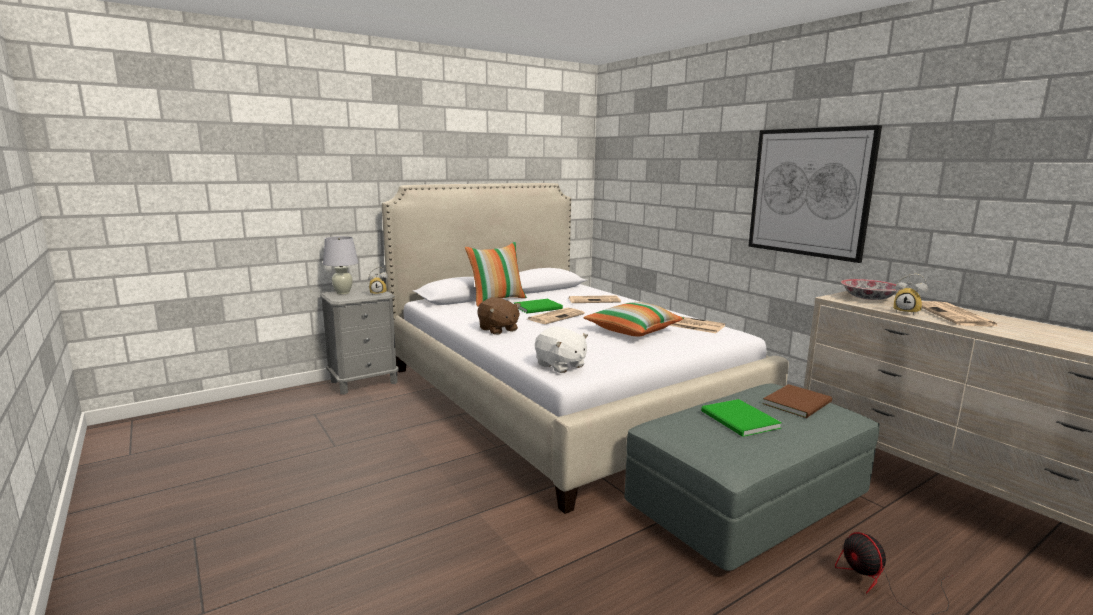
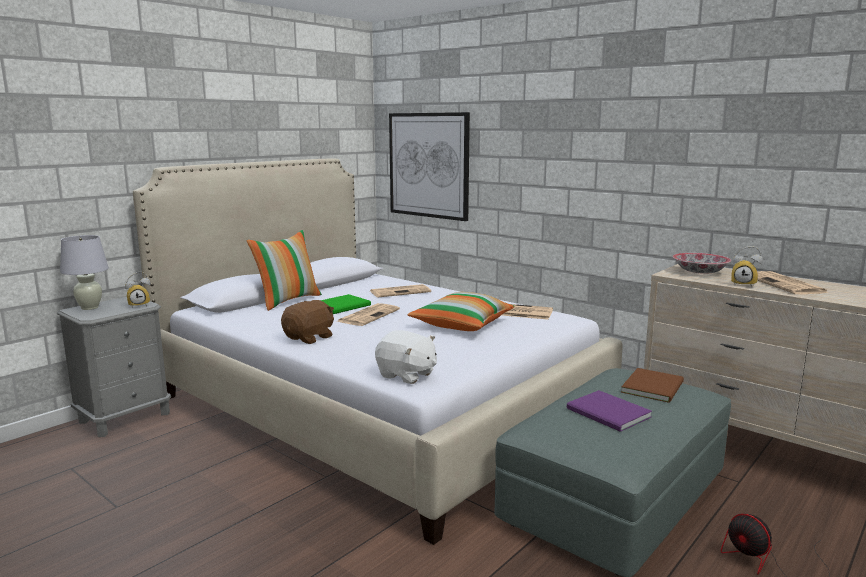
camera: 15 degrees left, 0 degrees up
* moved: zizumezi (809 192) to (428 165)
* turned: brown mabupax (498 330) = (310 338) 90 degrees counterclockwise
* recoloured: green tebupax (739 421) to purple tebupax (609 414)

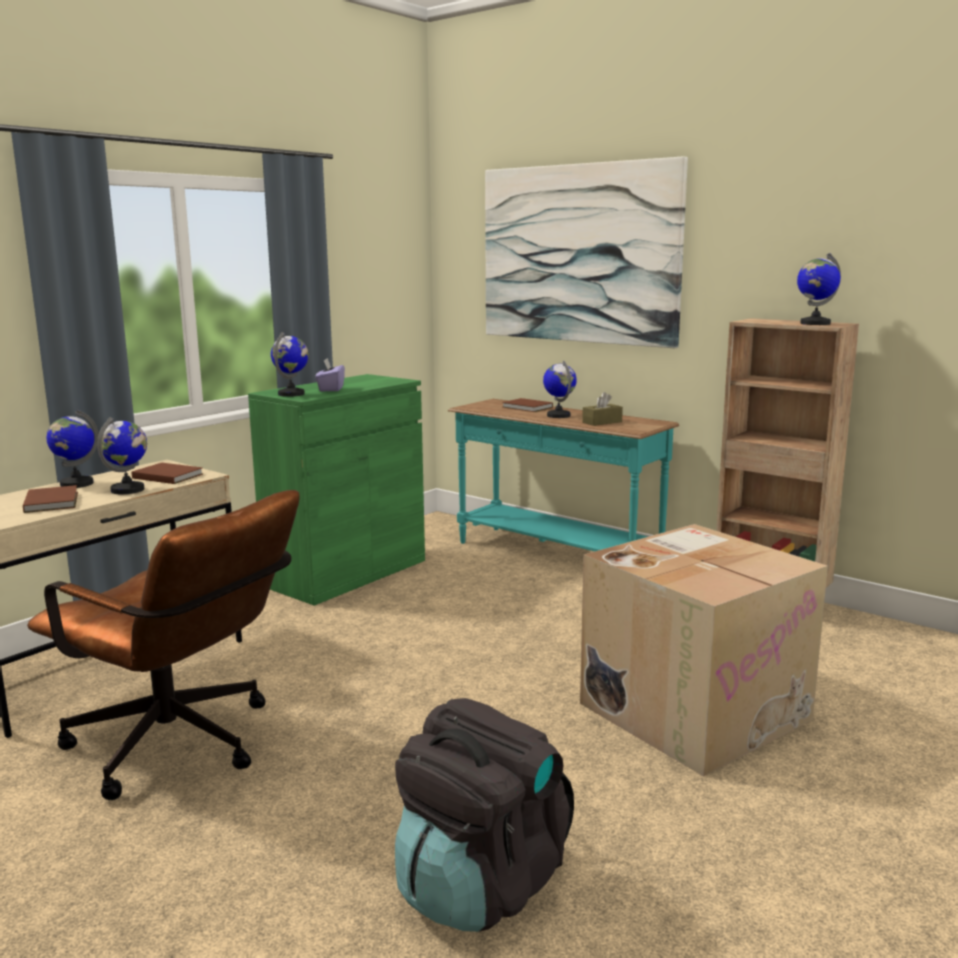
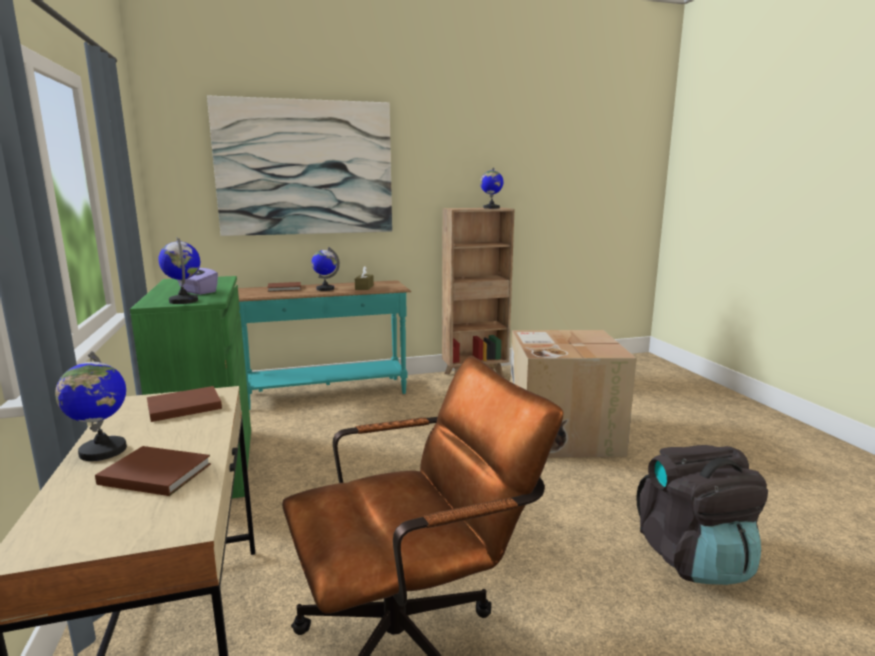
camera: 55 degrees left, 0 degrees up
* removed: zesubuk (128 490)

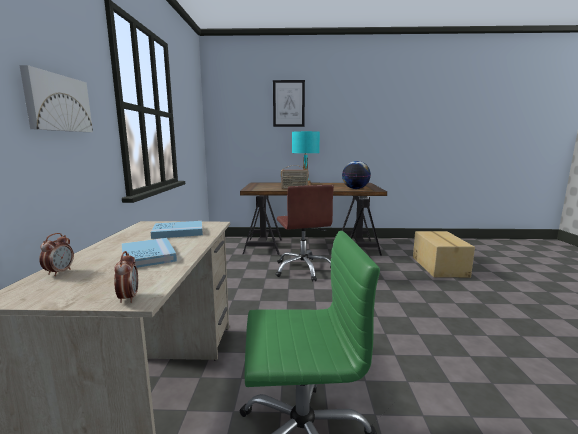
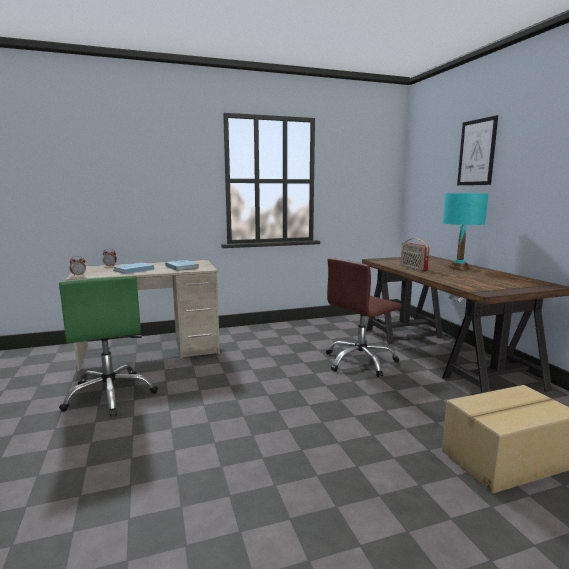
camera: 70 degrees right, 0 degrees up
* removed: zizumezi (57 103)
* removed: zesubuk (355 189)

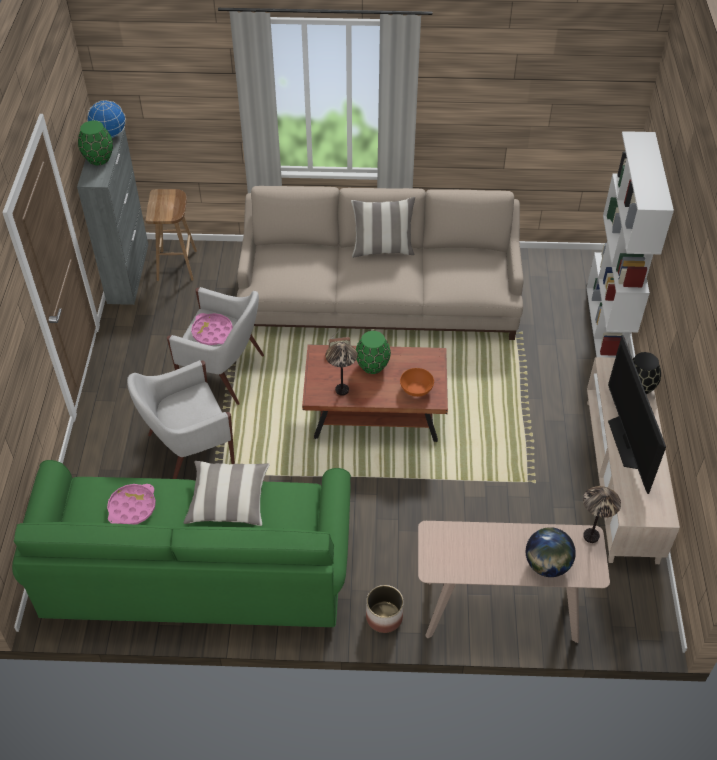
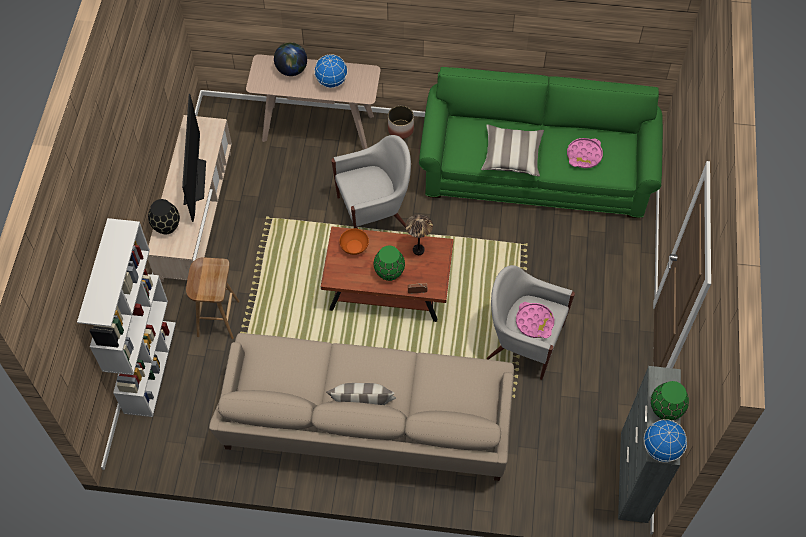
camera: 175 degrees left, 10 degrees up
* moved: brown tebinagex (177 266) to (217 318)
* moved: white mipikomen (188 450) to (374 213)
* removed: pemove (591 536)
* added: zesubuk (331 82)

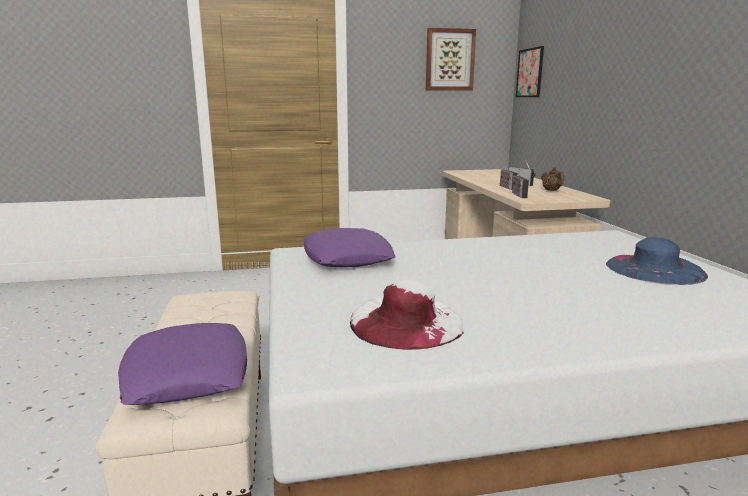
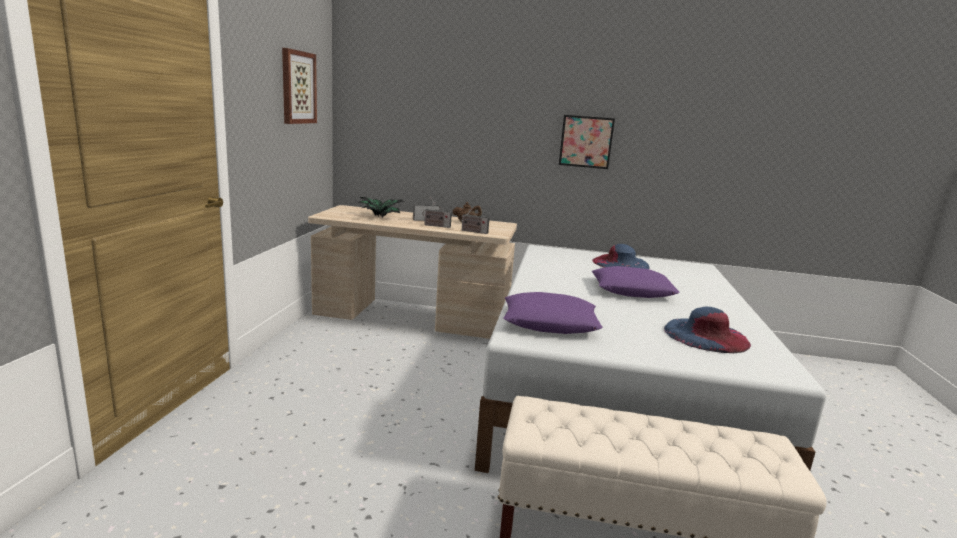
camera: 70 degrees left, 0 degrees up
* moved: zizumezi (530 73) to (586 142)
* recoloured: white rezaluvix (406 321) to blue rezaluvix (706 335)
* moved: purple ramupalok (188 374) to (632 290)
* added: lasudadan (381 217)

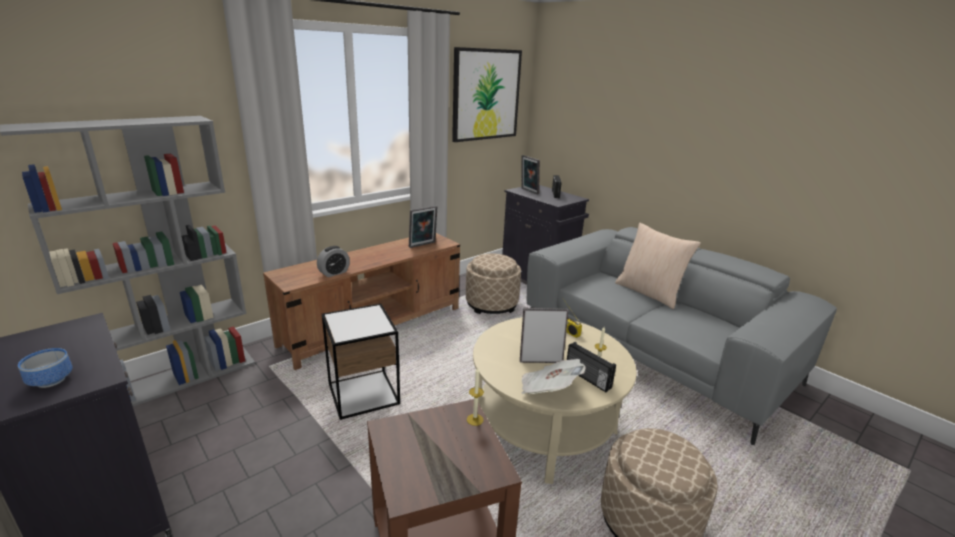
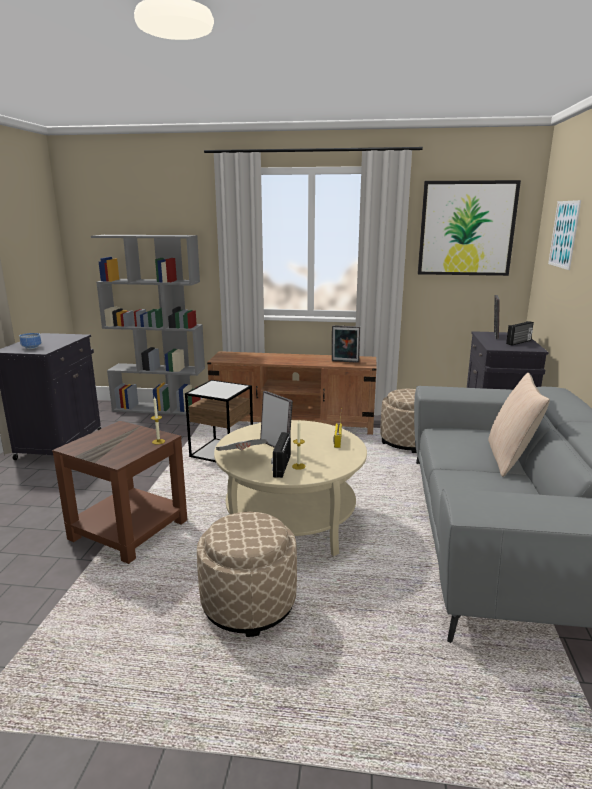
camera: 50 degrees right, 5 degrees down
* removed: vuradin (334 273)
* added: zizumezi (564 234)

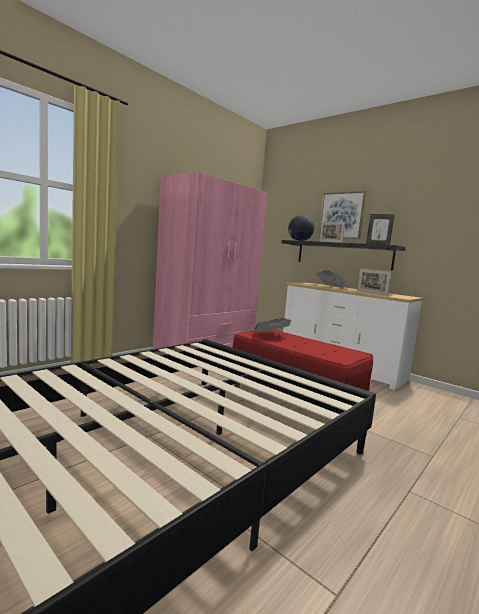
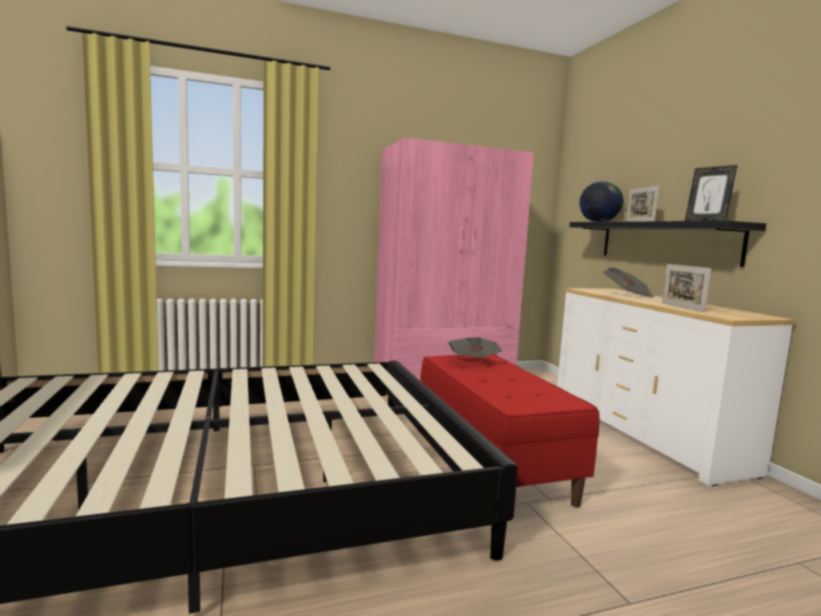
camera: 30 degrees right, 0 degrees up
* removed: zizumezi (341 215)

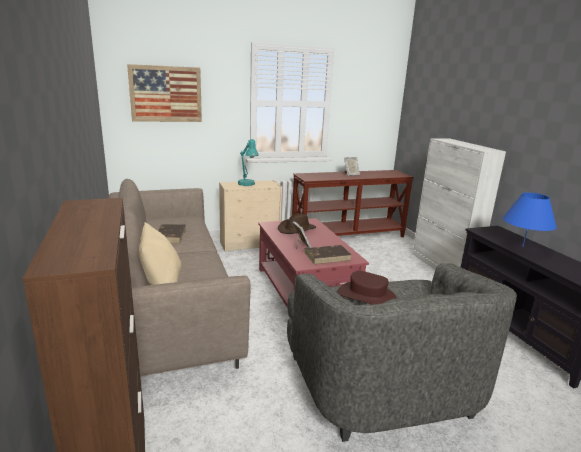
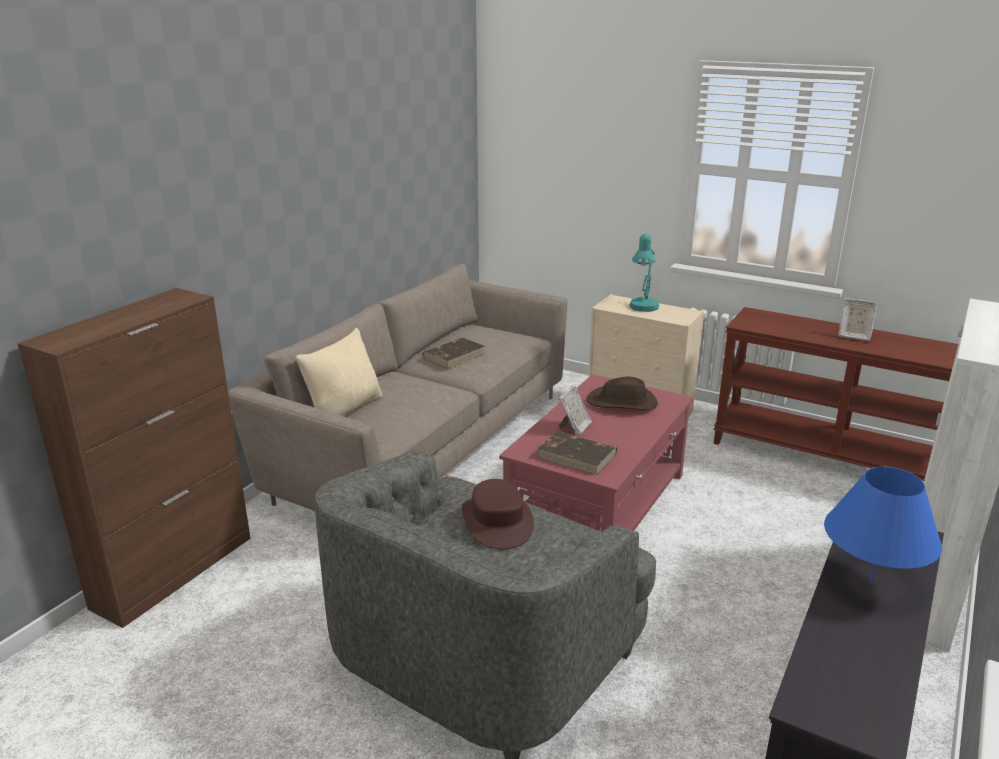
camera: 50 degrees right, 5 degrees up
* removed: zizumezi (166 94)

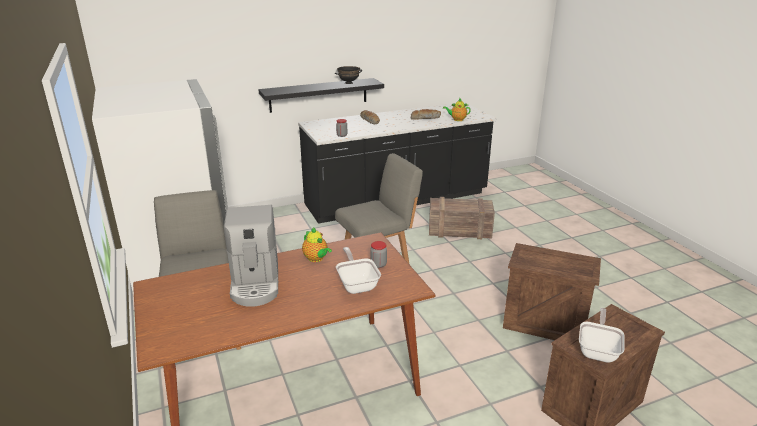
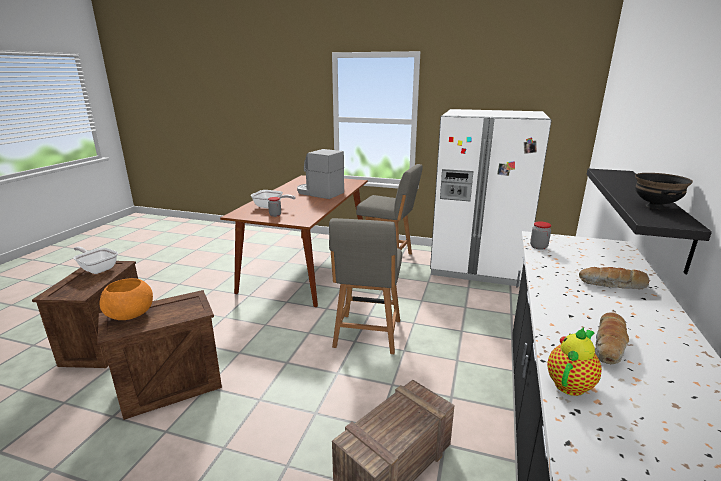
camera: 130 degrees right, 5 degrees down
* removed: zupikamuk (316 259)
* turned: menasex (598 350) = (97 268) 150 degrees clockwise
* added: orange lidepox (129 315)

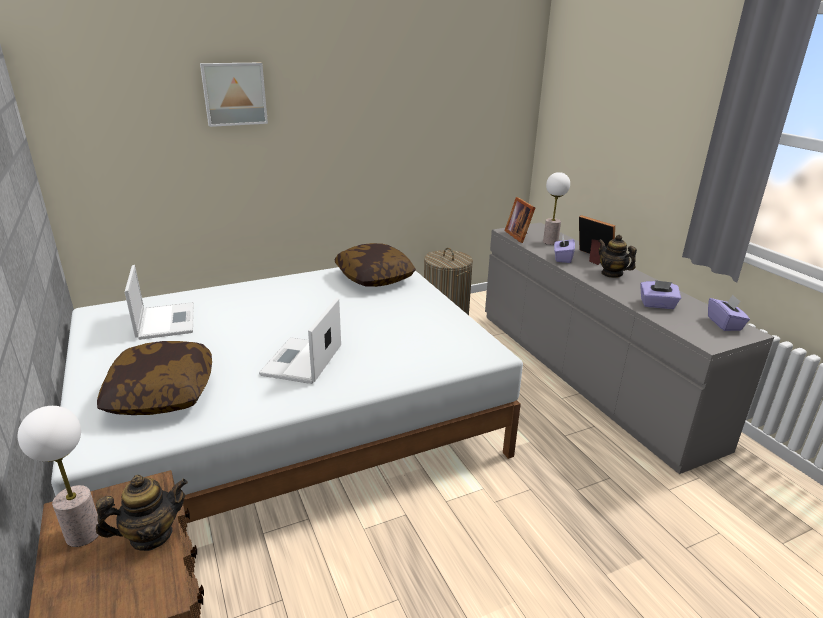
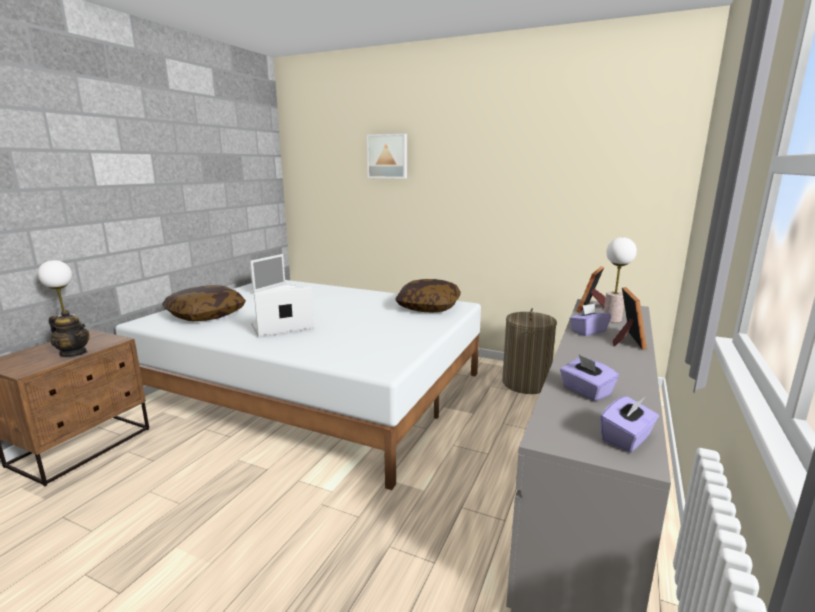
camera: 50 degrees right, 10 degrees down
* removed: zupikamuk (612 274)

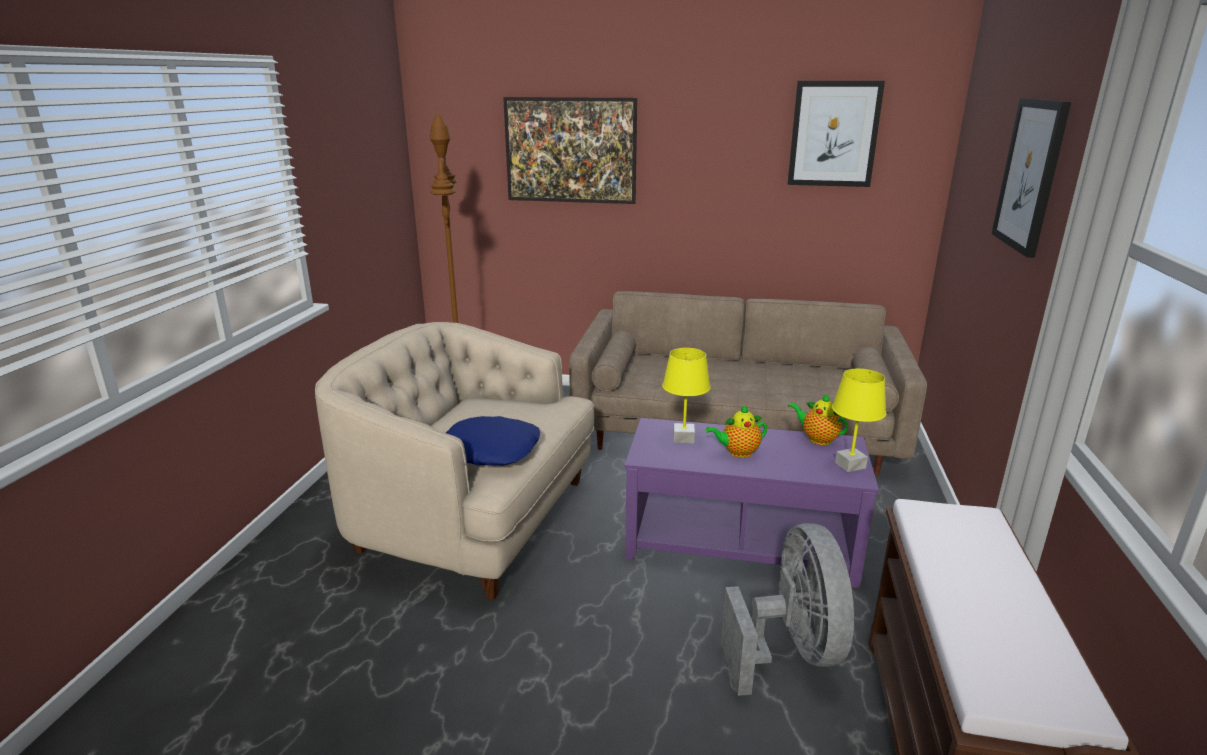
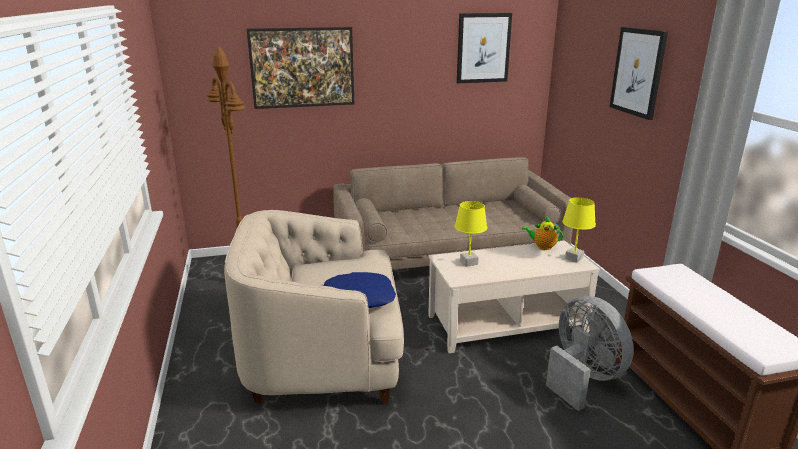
camera: 25 degrees left, 0 degrees up
* removed: zupikamuk (737 452)
* recoloured: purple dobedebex (740 542) to beige dobedebex (506 324)

